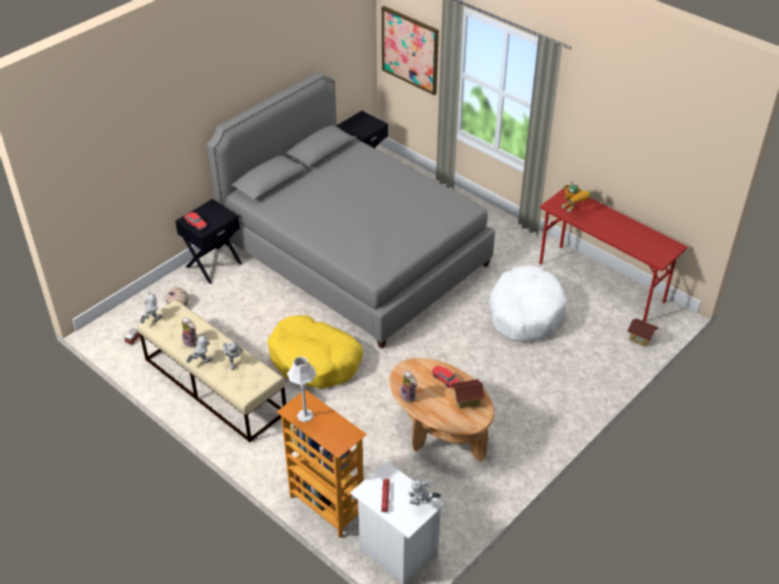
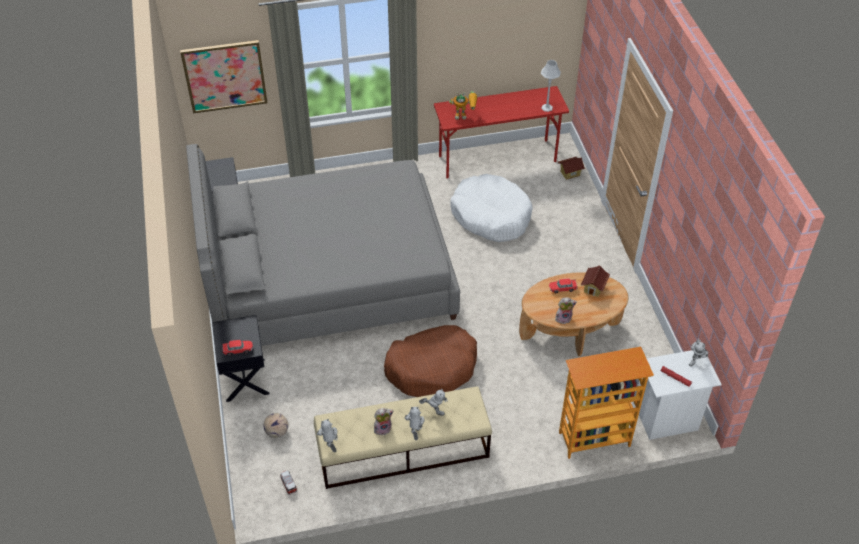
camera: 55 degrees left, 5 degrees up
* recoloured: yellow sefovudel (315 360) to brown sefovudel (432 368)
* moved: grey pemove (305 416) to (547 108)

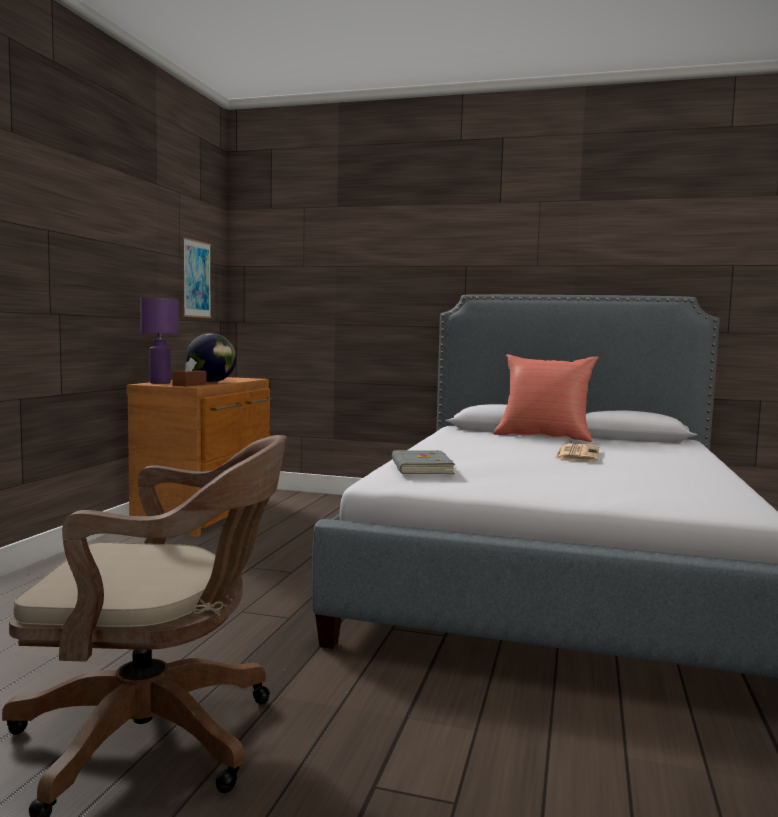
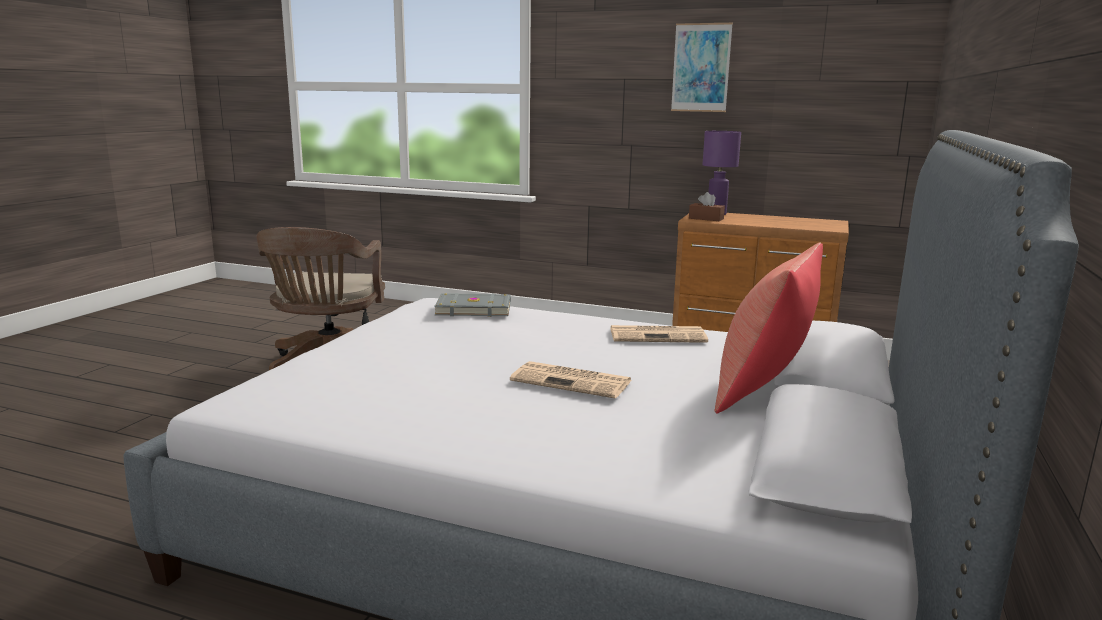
camera: 95 degrees right, 10 degrees up
* moved: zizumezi (196 279) to (701 68)
* removed: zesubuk (211 382)
* added: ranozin (658 335)

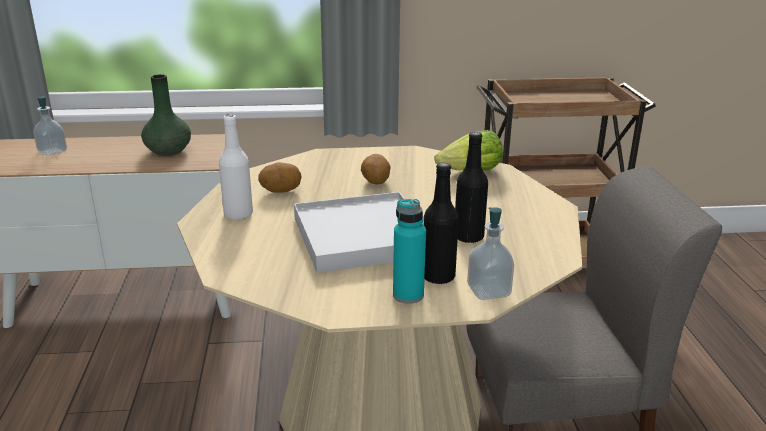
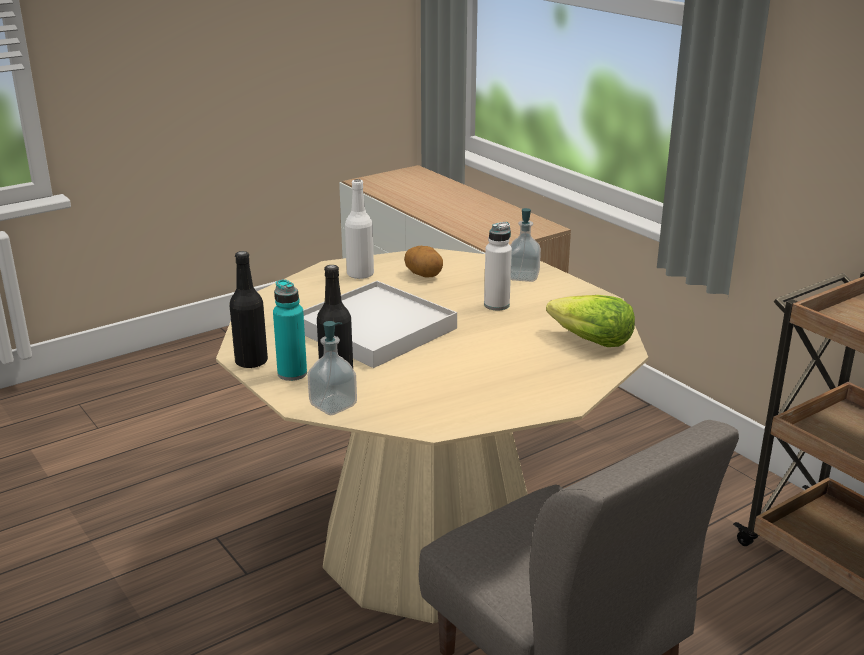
camera: 60 degrees right, 0 degrees up
* removed: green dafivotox (168 151)
* moved: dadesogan (52 151) to (523 277)
* moved: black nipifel (468 237) to (251 362)
* replaced: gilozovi (375 182) to white nipifel (496 305)

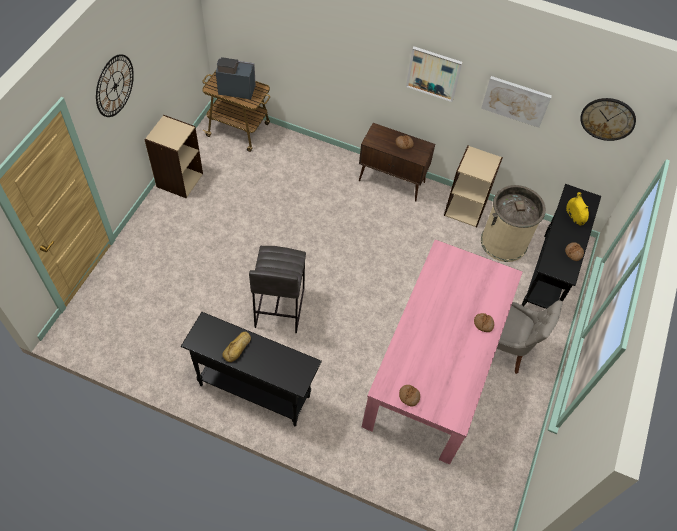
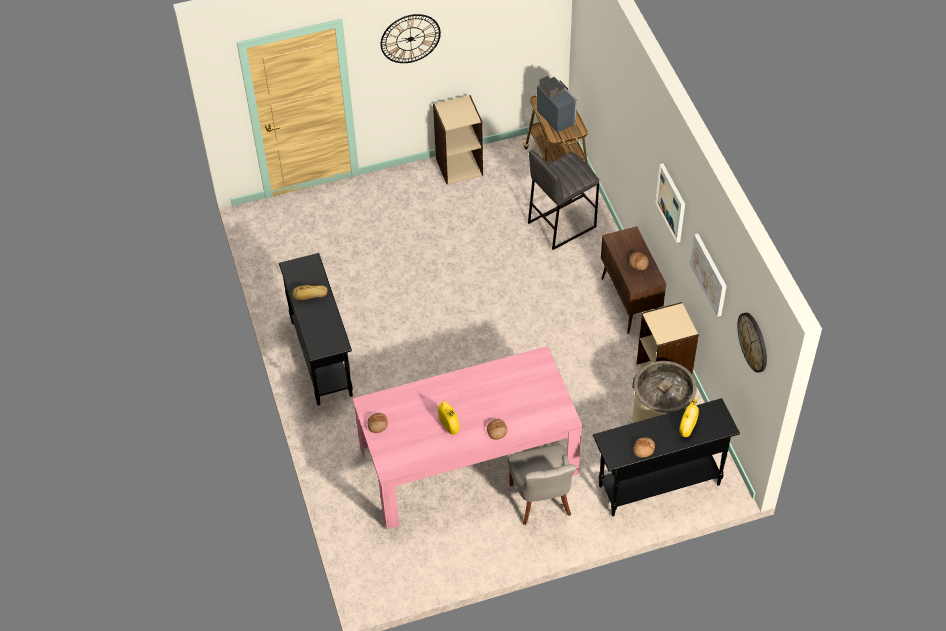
camera: 55 degrees right, 5 degrees down
* moved: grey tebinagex (279 308) to (561 224)
* added: yellow dafivotox (449 424)

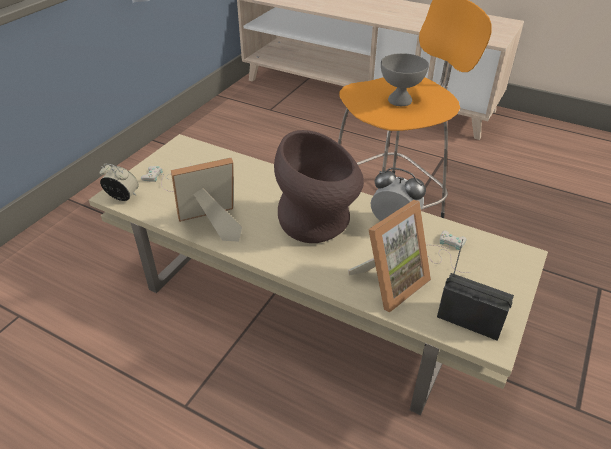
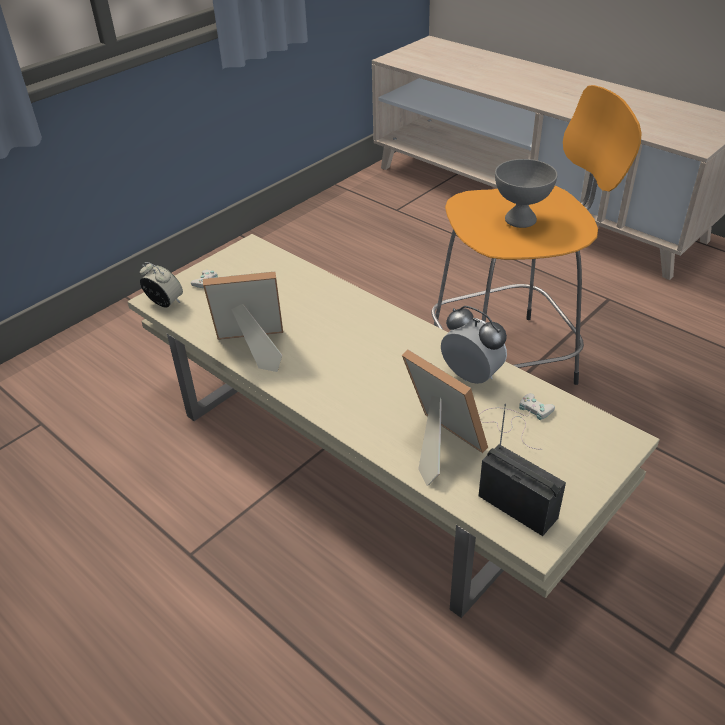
camera: 15 degrees right, 0 degrees up
* removed: brown dafivotox (318 224)
* turned: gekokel (389 282) = (437 446) 105 degrees counterclockwise

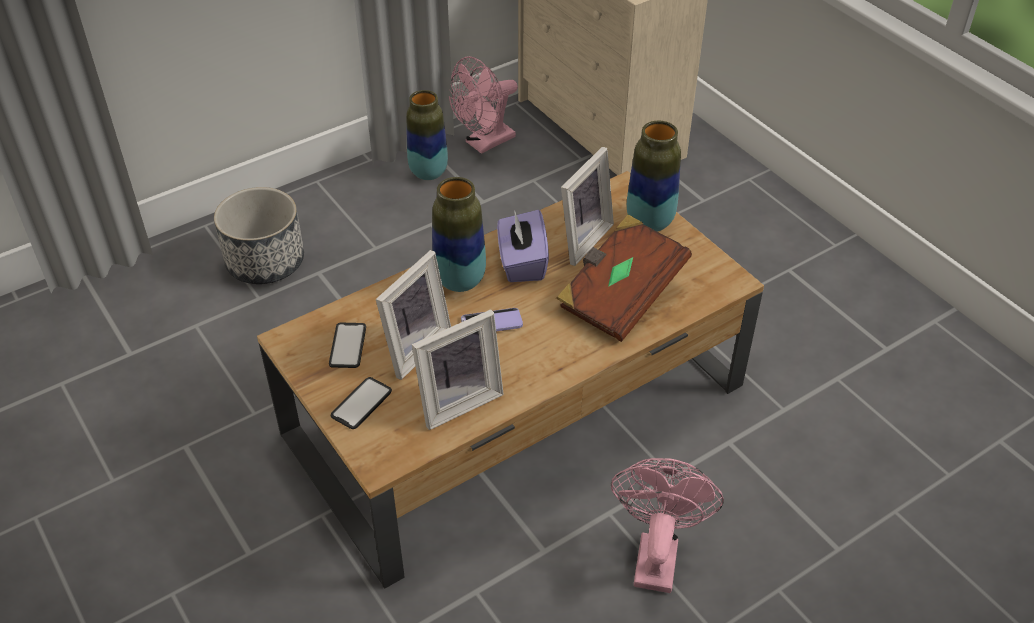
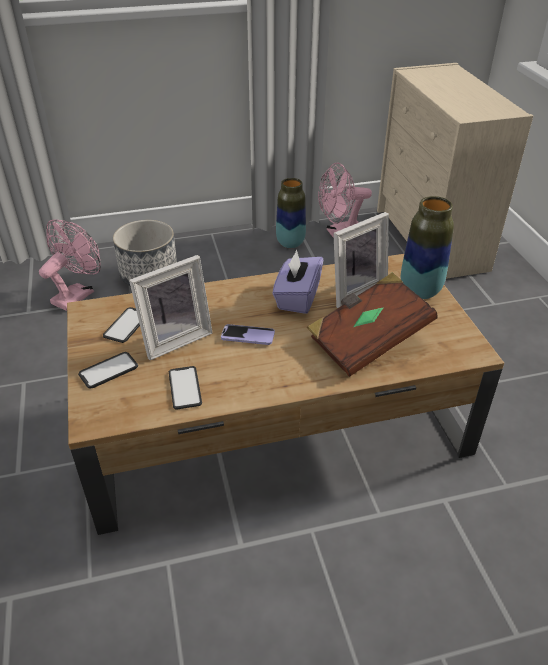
camera: 20 degrees right, 5 degrees down
* removed: dafivotox (460 280)
* replaced: gekokel (457 400) to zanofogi (185 388)
* moved: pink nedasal (656 554) to (77 294)

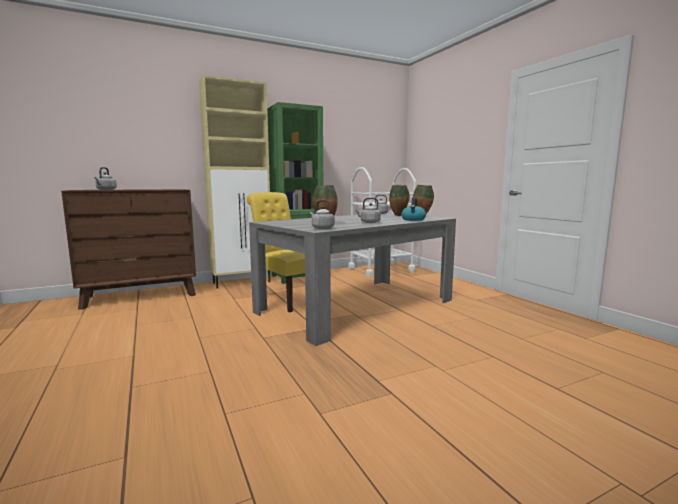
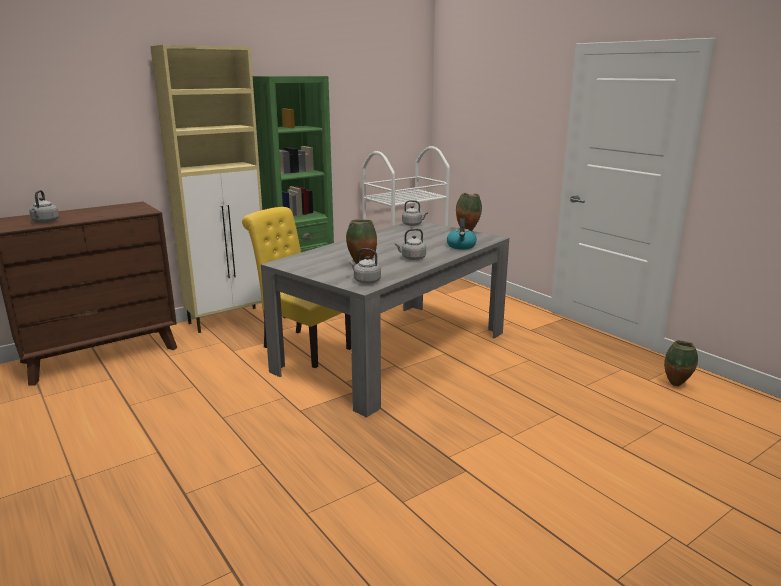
camera: 10 degrees left, 10 degrees up
* moved: dafivotox (399 216) to (676 385)

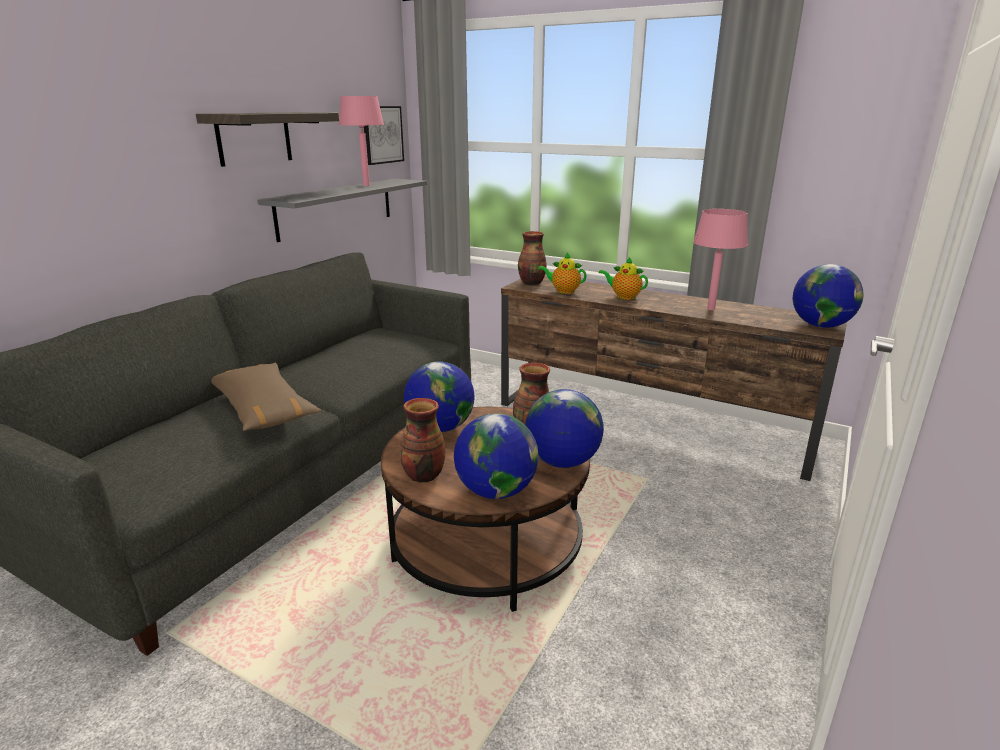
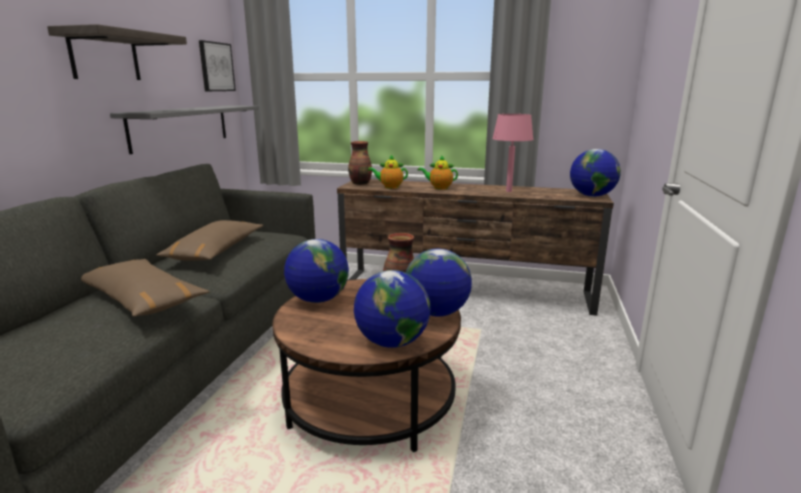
camera: 15 degrees left, 5 degrees down
* removed: pink pemove (366 185)
* removed: dafivotox (423 475)
* added: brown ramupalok (215 251)

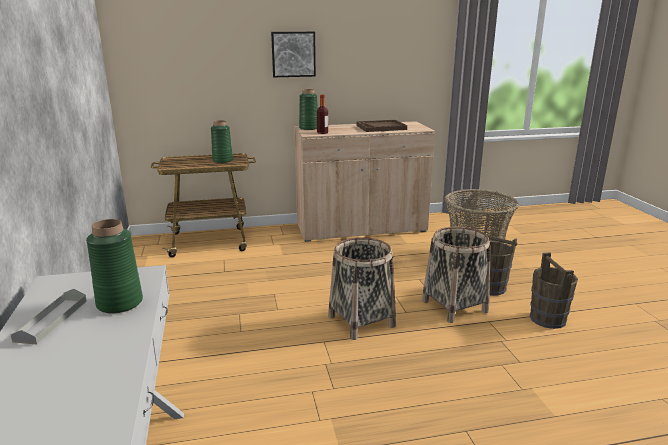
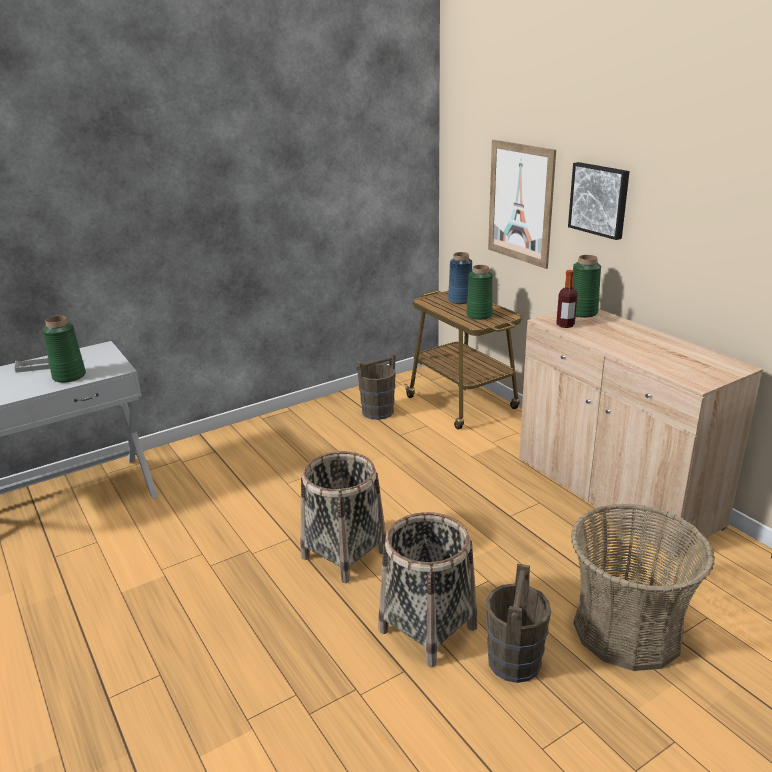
camera: 70 degrees right, 5 degrees up
* removed: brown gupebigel (381 127)
* moved: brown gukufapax (547 319) to (378 412)
* added: zizumezi (520 203)
* added: blue dafivotox (460 300)

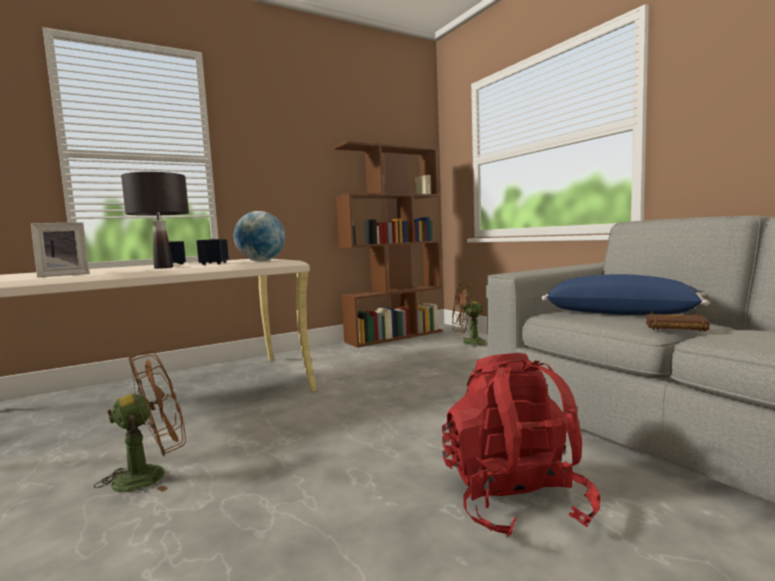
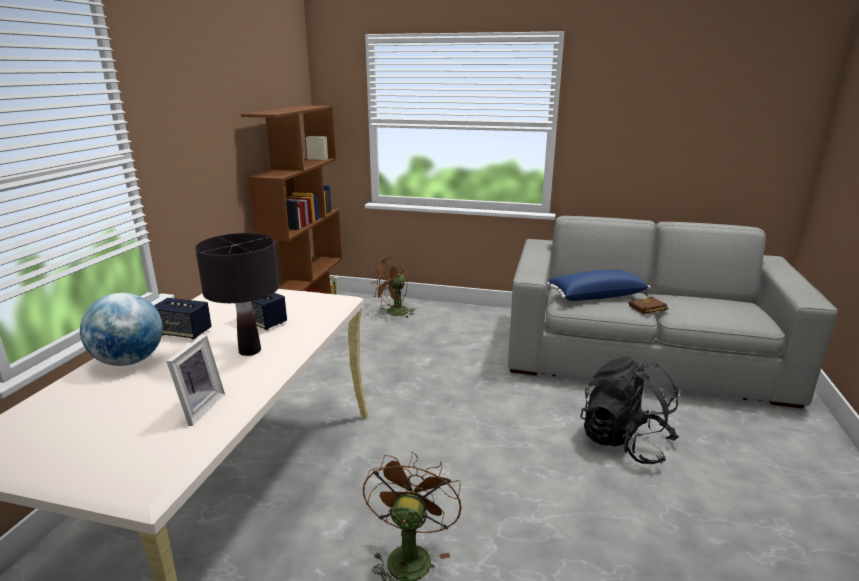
camera: 45 degrees left, 15 degrees up
* moved: zesubuk (261 261) to (129 361)
* recoloured: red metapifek (515 501) to black metapifek (624 442)

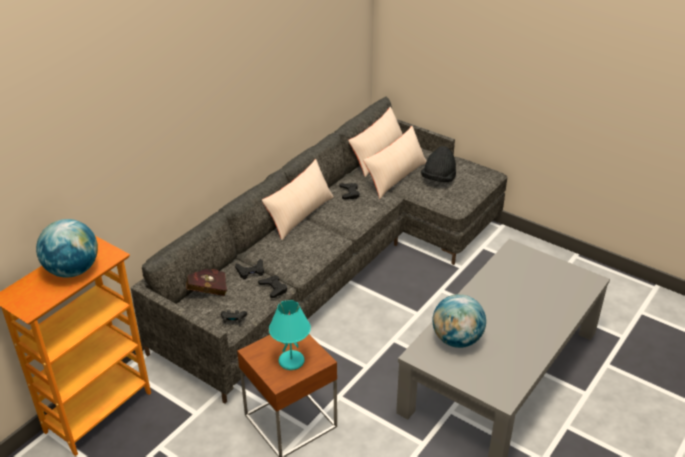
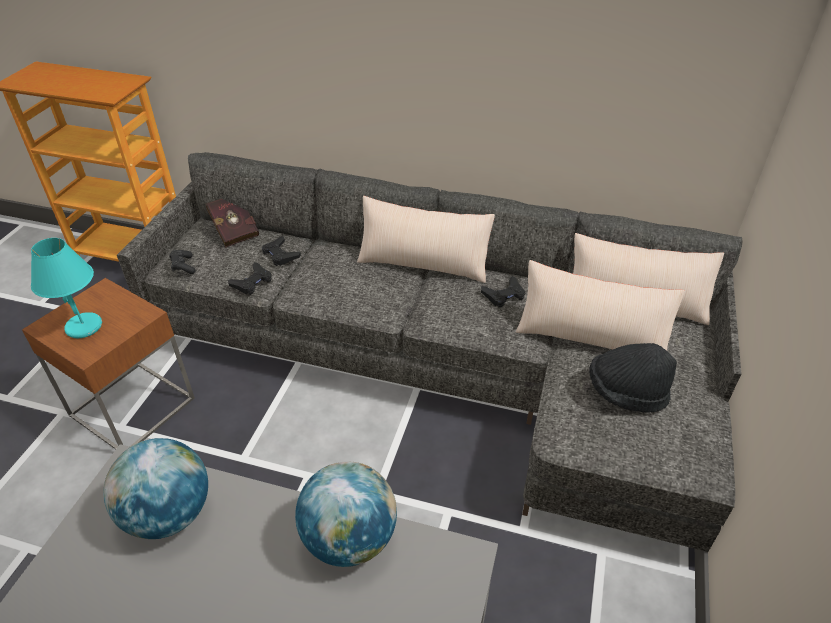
camera: 70 degrees right, 5 degrees up
* moved: zesubuk (73 270) to (350 539)

